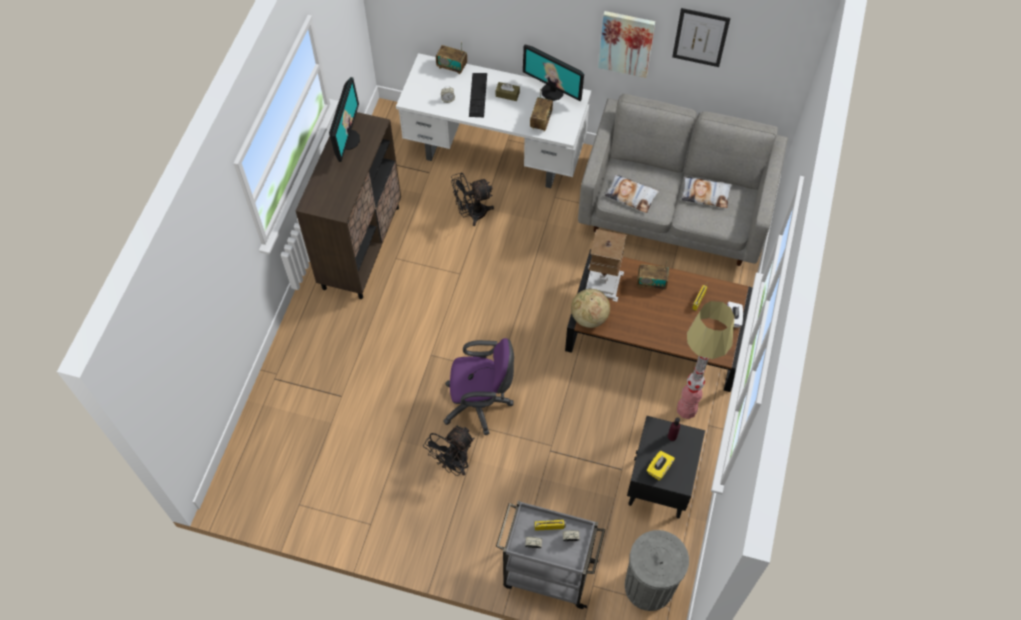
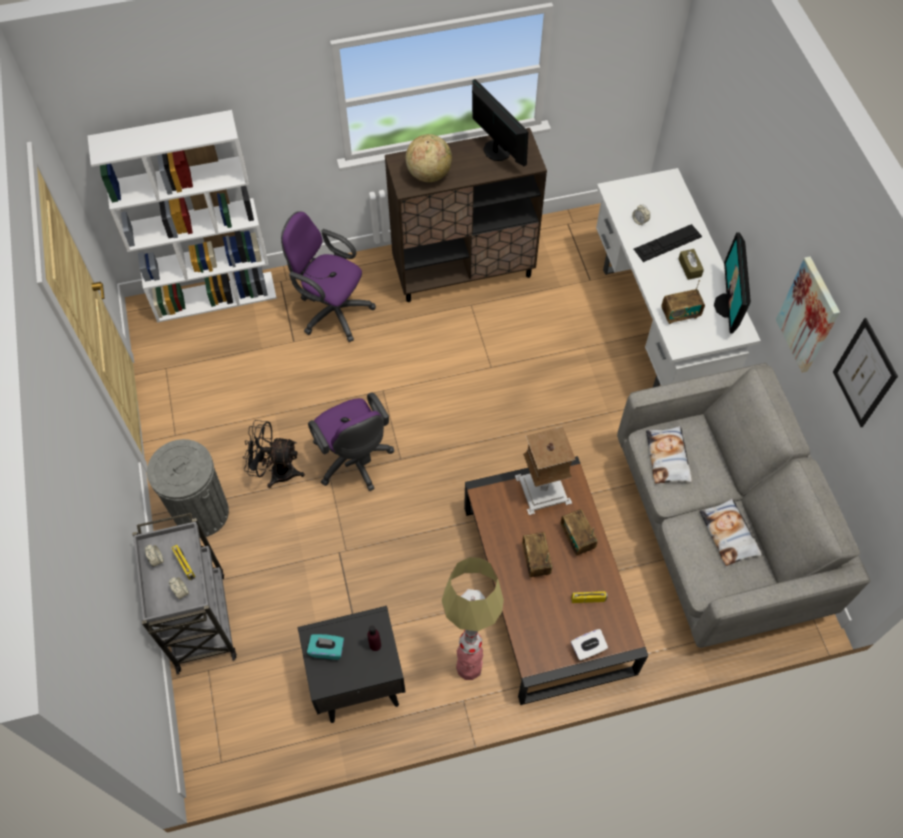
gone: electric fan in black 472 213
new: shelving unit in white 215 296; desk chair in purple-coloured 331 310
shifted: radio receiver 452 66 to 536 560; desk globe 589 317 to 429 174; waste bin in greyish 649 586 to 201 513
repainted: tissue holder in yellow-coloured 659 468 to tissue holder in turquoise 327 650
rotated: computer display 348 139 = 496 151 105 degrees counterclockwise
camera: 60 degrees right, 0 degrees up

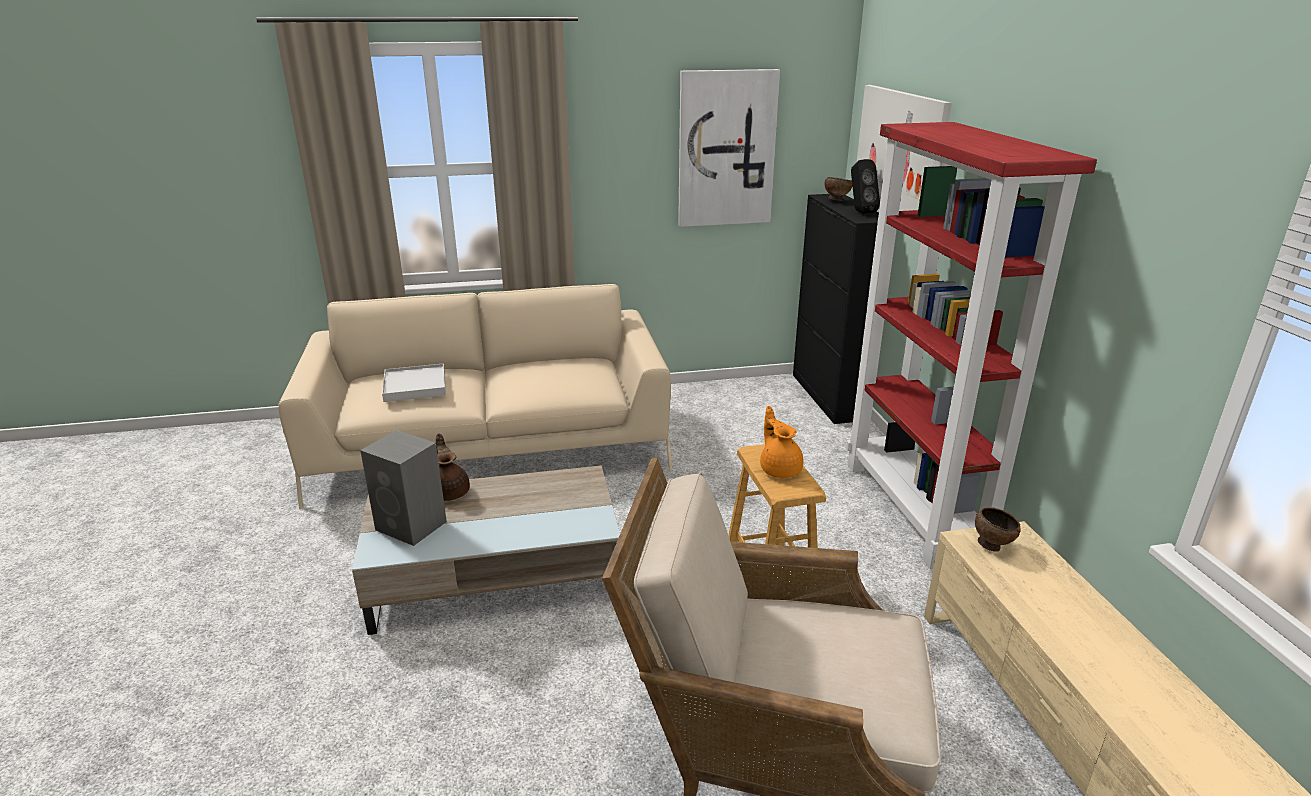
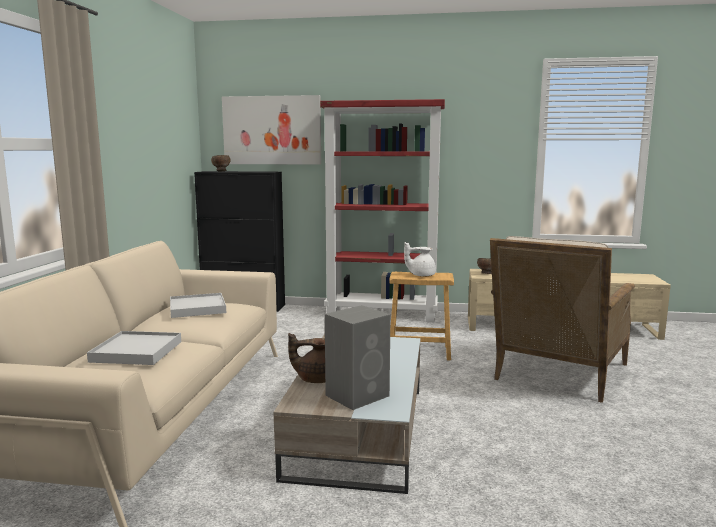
gone: picture 726 149; audio speaker in black 860 212
new: carrying tray in white 197 308
repainted: pot for tea in orange-coloured 780 469 to pot for tea in white 421 275
camera: 70 degrees left, 15 degrees down

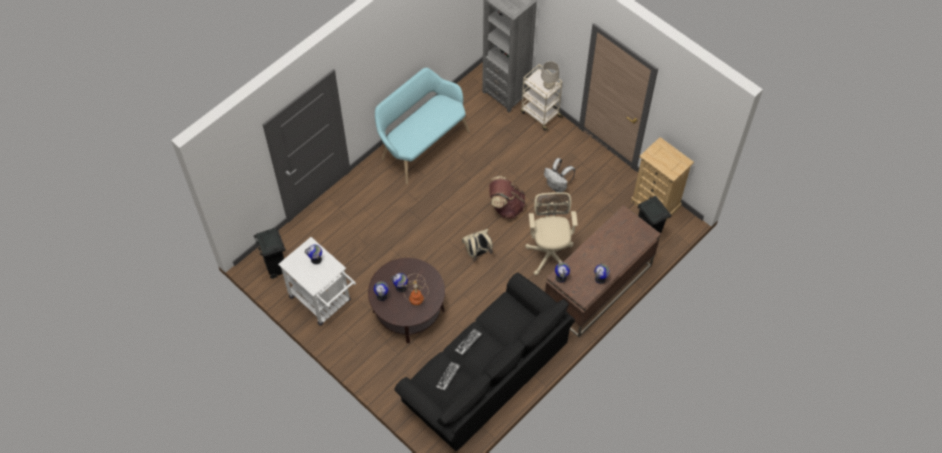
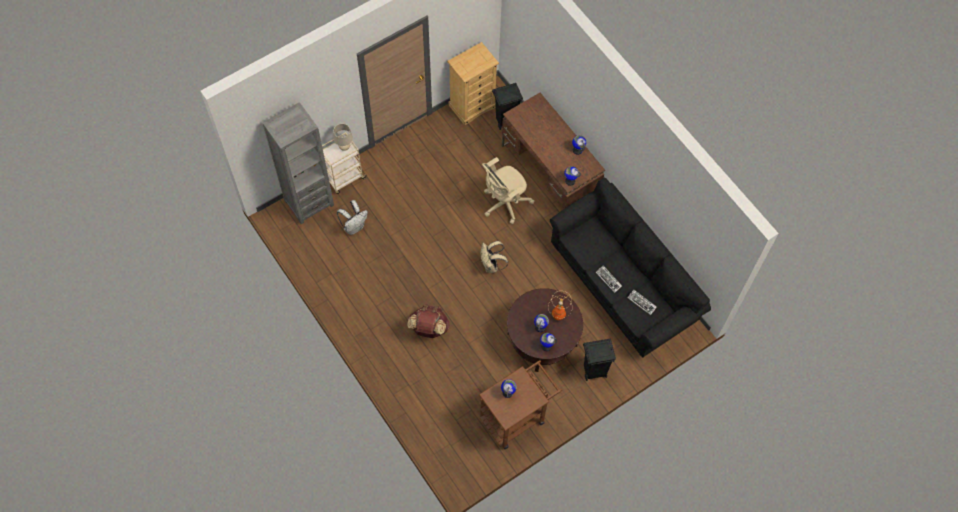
gone: indoor bench in turquoise 421 144
shifted: waste bin in black 276 267 to 593 371; rucksack in brown 506 206 to 429 328; rucksack in white 558 186 to 354 227
repainted: cart in white 323 301 to cart in brown 517 416
rotated: desk chair in beige 549 252 = 504 204 45 degrees counterclockwise
camera: 80 degrees left, 5 degrees up

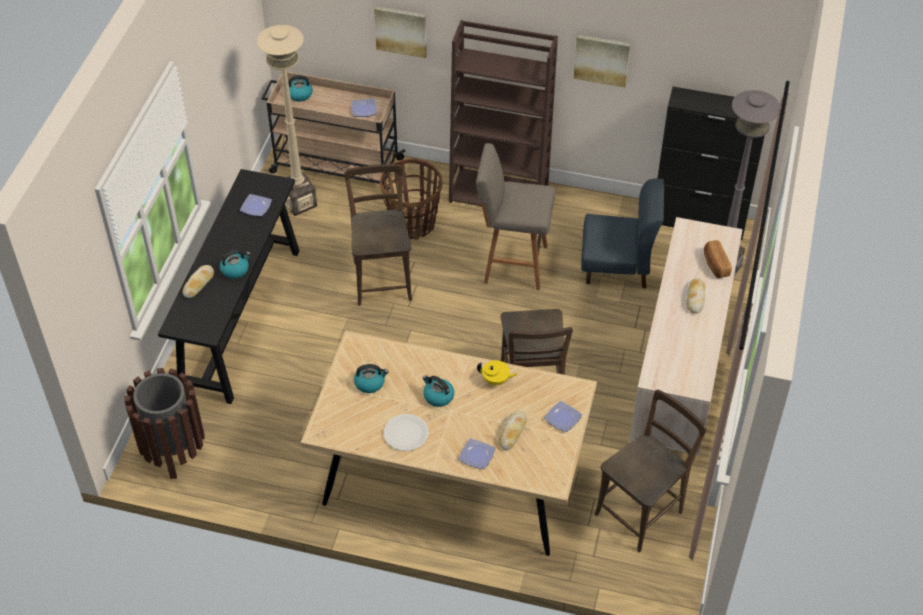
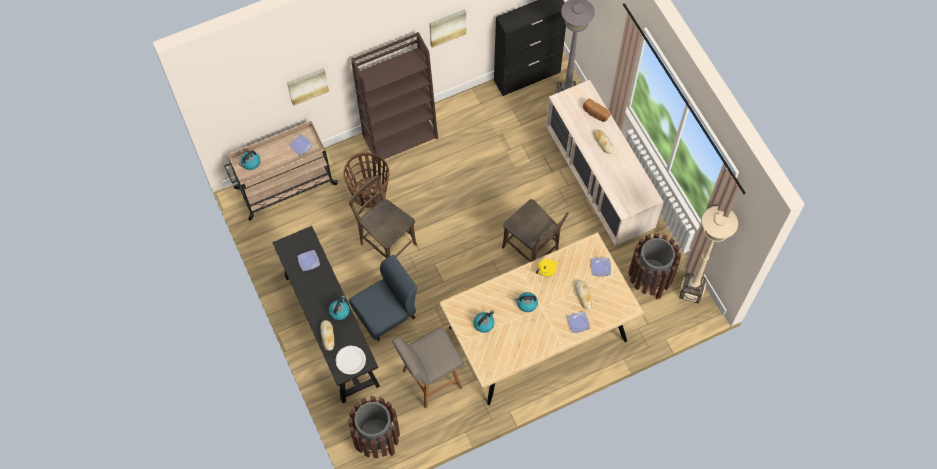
shifted: floor lamp in beige 299 203 to 690 291; plate in white 406 433 to 350 360; stool in greyish 512 264 to 430 380; plain chair in blue 617 266 to 386 314
swapped: plain chair in brown 642 510 to waste bin in brown 649 279
camera: 40 degrees left, 15 degrees up

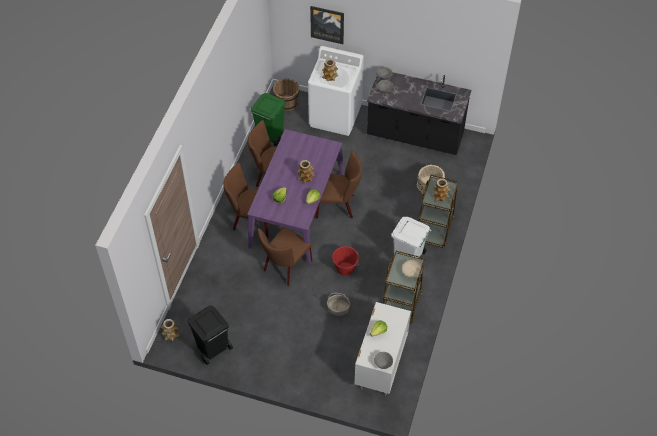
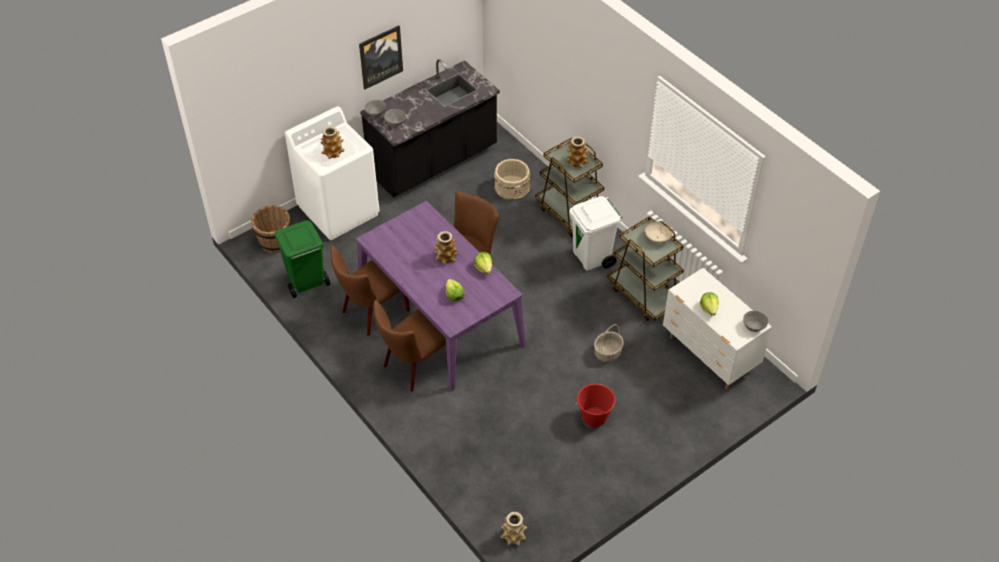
gone: waste bin in black 212 349; plain chair in brown 285 267
shifted: picture 327 24 to 380 56; water bucket in reddish 345 269 to 594 417
camera: 55 degrees left, 5 degrees down

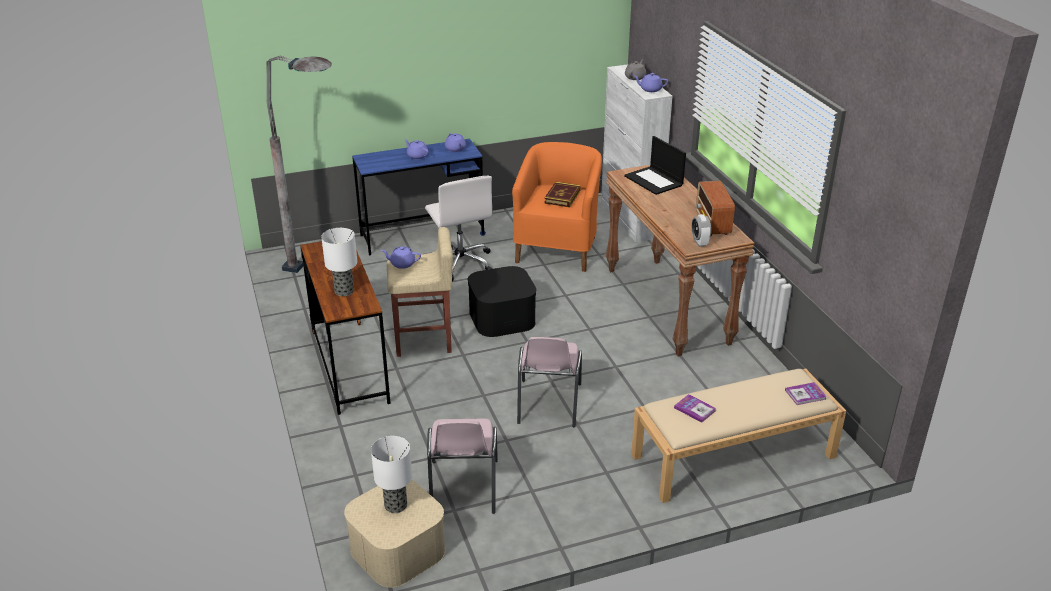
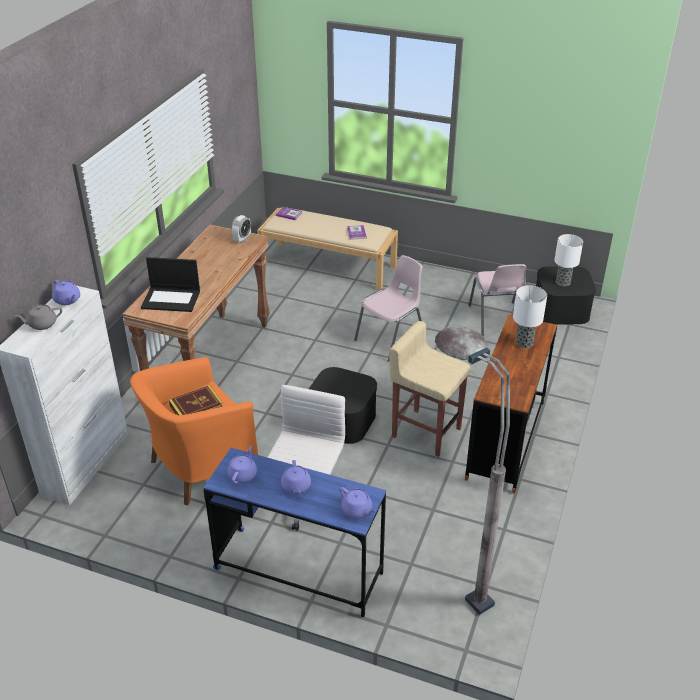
gone: radio receiver 712 224
shifted: pot for tea in purple-coloured 402 264 to 357 510
repainted: storage bin in beige 397 550 to storage bin in black 561 309
rotated: plain chair in pink-coloured 463 488 = 497 320 135 degrees clockwise; laptop 654 181 = 172 299 90 degrees clockwise
camera: 140 degrees left, 5 degrees up

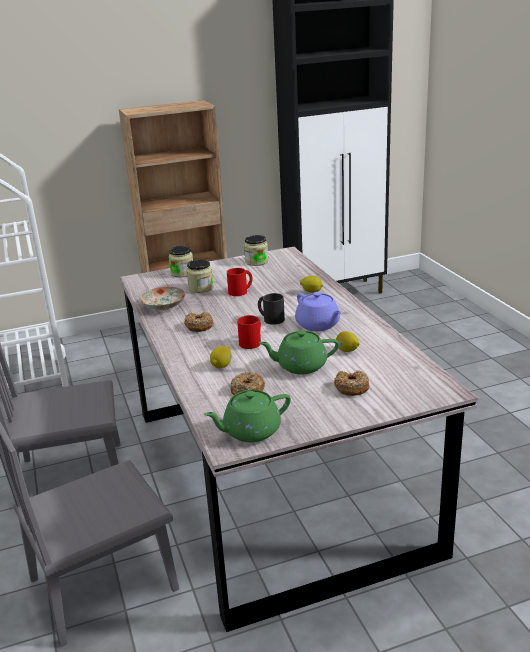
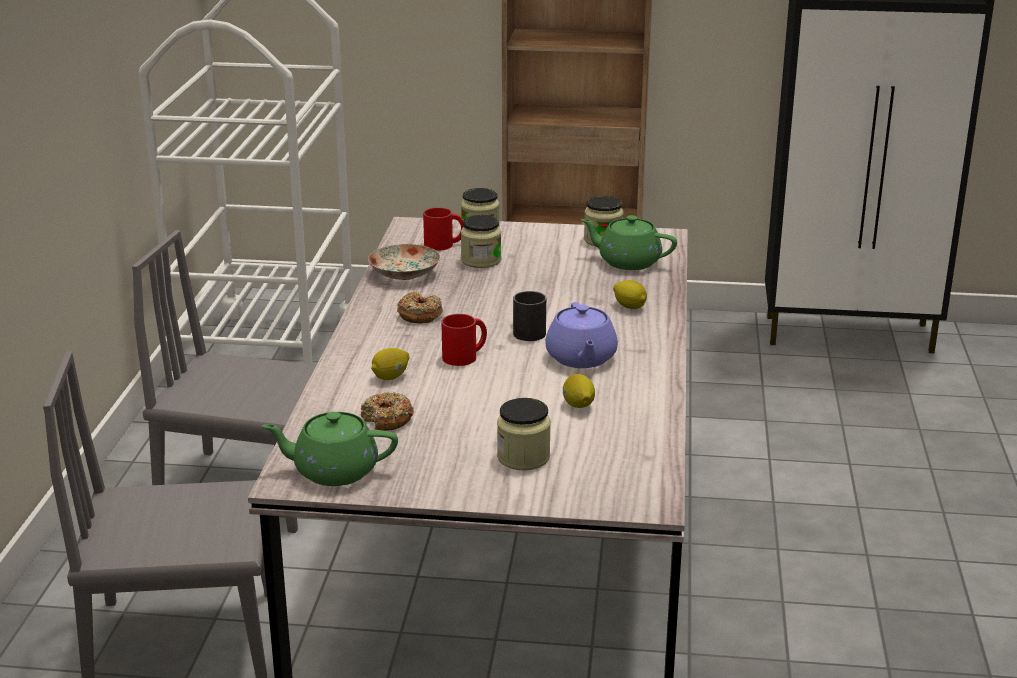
shifted: mug in reddish 241 291 to 444 244; pot for tea in green-coloured 300 366 to 628 262
swapped: ring doughnut 351 388 to preserve jar 523 457
camera: 25 degrees right, 0 degrees up

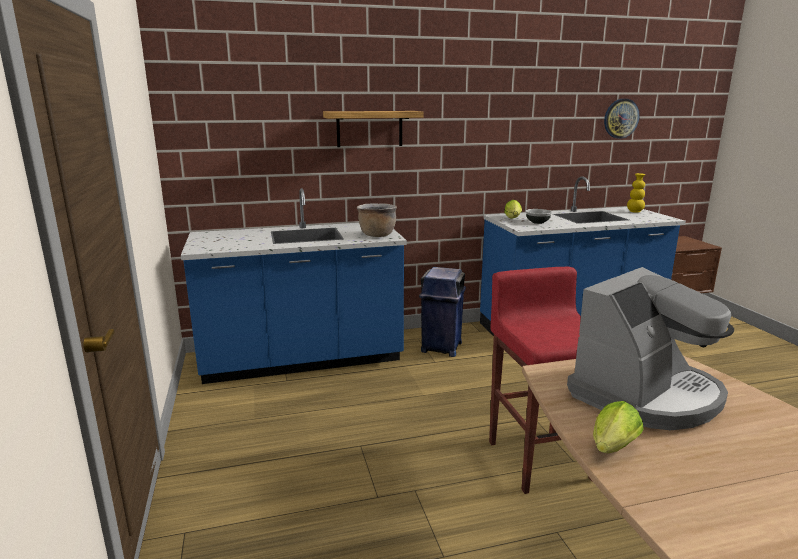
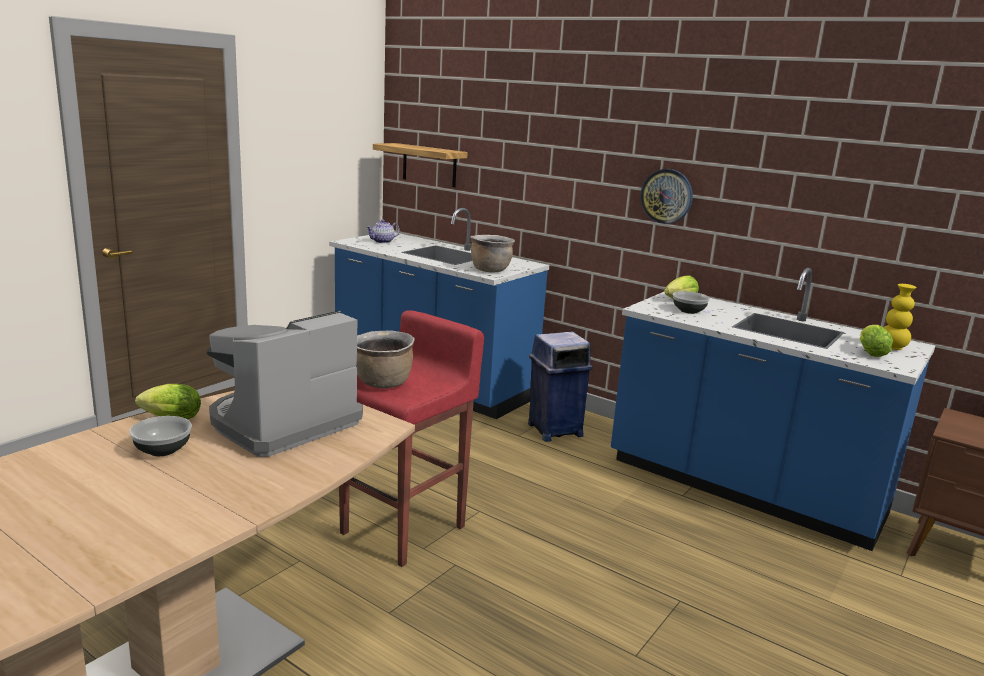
new: serving bowl 163 450; stockpot in brown 382 383; pot for tea 382 241; lettuce 870 352
shifted: wall shelf 369 128 to 429 165; hanging clock 621 118 to 666 196
rotated: coffee machine 646 395 = 282 424 120 degrees clockwise
camera: 50 degrees right, 0 degrees up

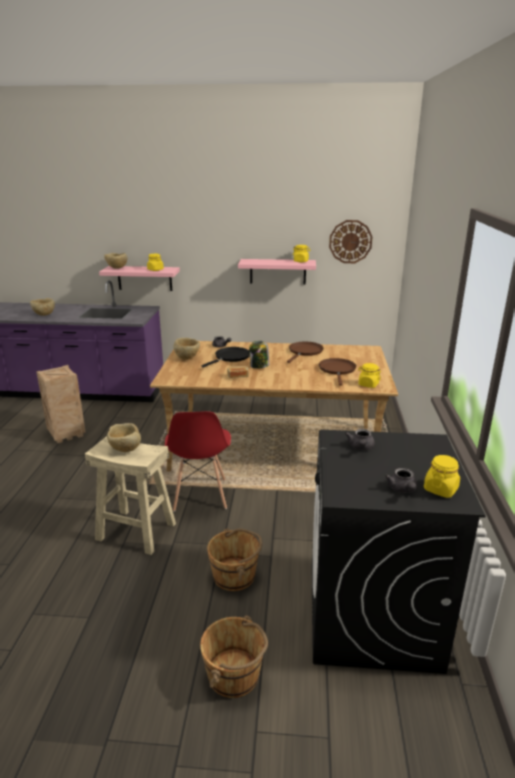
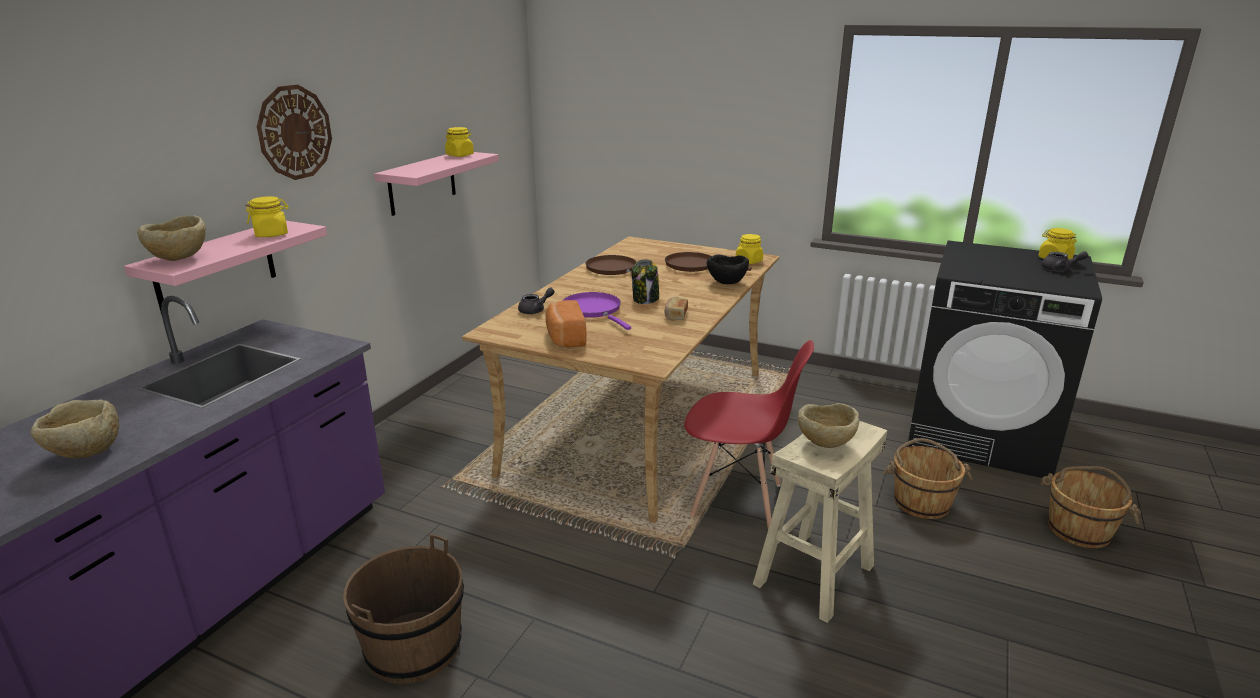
gone: pot for tea in greyish 360 447
new: serving bowl in black 726 284
shifted: hanging clock 350 241 to 294 132
swapped: crate 66 435 to water bucket in brown 414 648; serving bowl in beige 187 358 to bakery bread 565 338
repainted: skillet in black 230 357 to skillet in purple-coloured 594 310
camera: 70 degrees left, 0 degrees up

